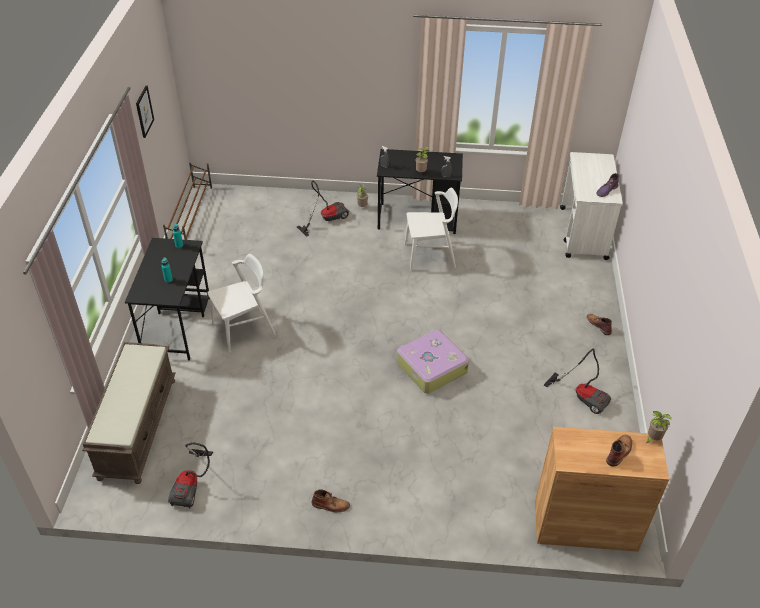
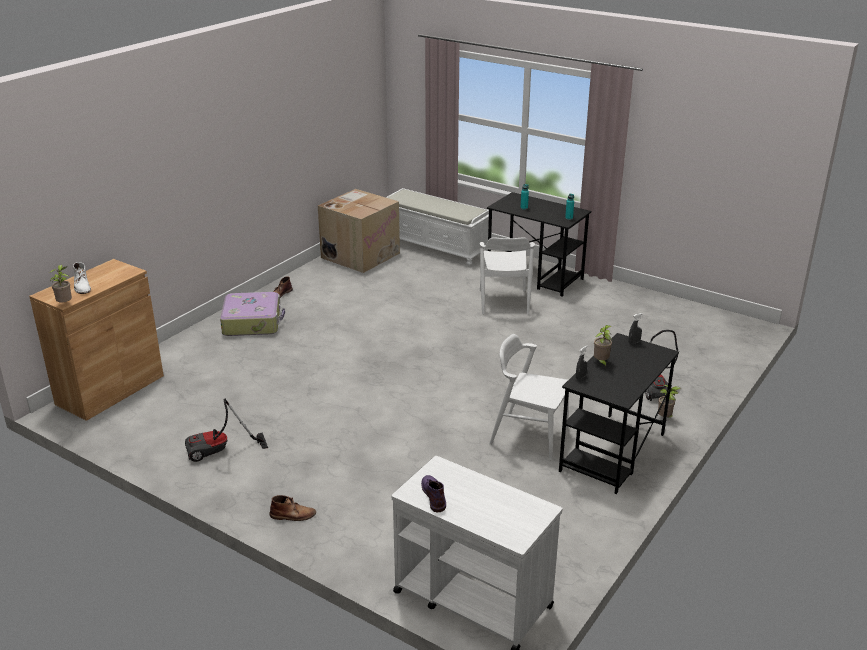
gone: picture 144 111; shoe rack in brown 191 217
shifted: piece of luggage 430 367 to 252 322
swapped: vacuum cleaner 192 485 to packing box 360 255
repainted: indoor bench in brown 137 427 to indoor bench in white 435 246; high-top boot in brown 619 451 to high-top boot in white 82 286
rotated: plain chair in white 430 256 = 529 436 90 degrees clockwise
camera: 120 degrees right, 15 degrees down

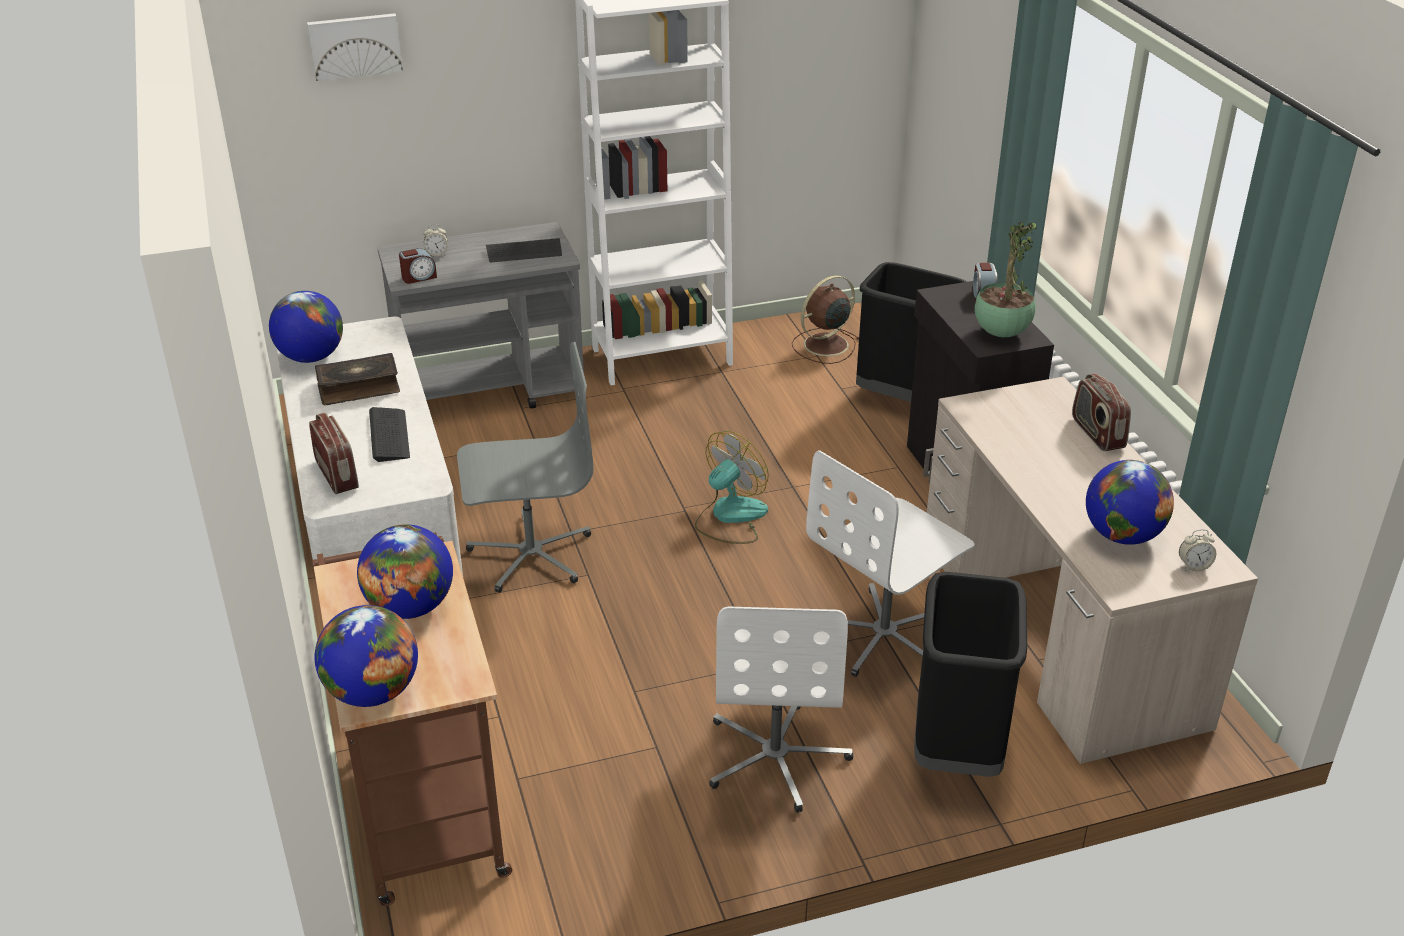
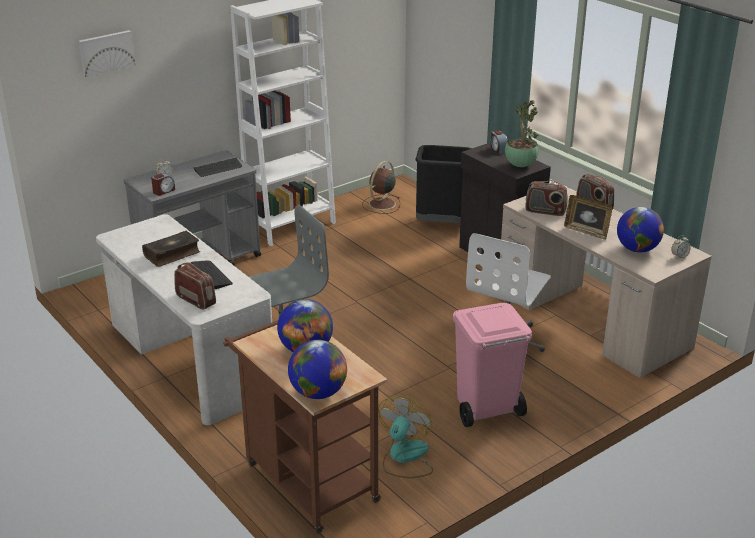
gone: desk globe 311 357; waste bin in black 958 749
new: radio receiver 545 211; picture frame 586 231
shifted: electric fan 730 517 to 405 458
swapped: desk chair in white 776 756 to waste bin in pink-coloured 486 410
camera: 20 degrees left, 5 degrees down

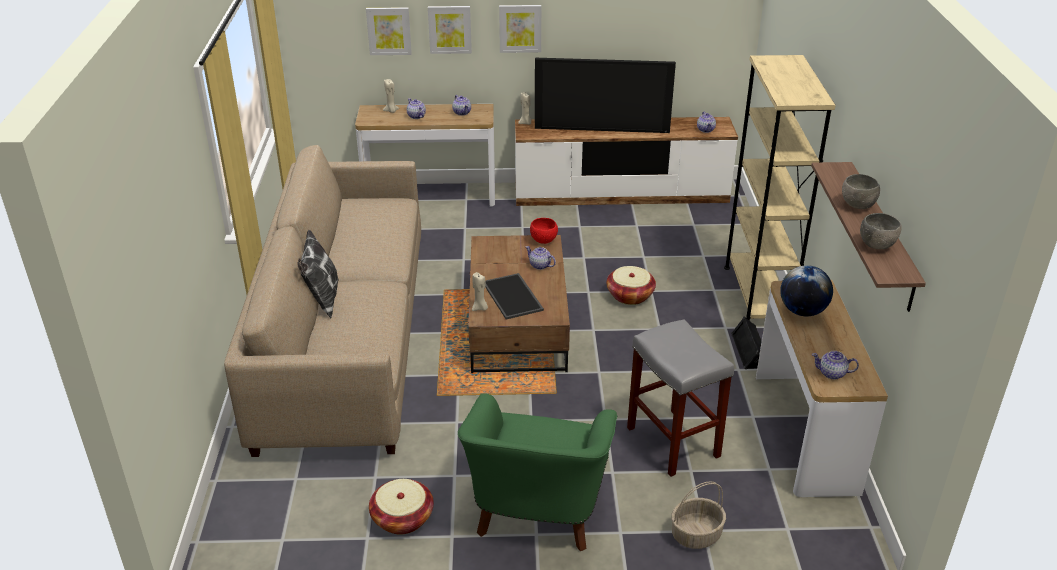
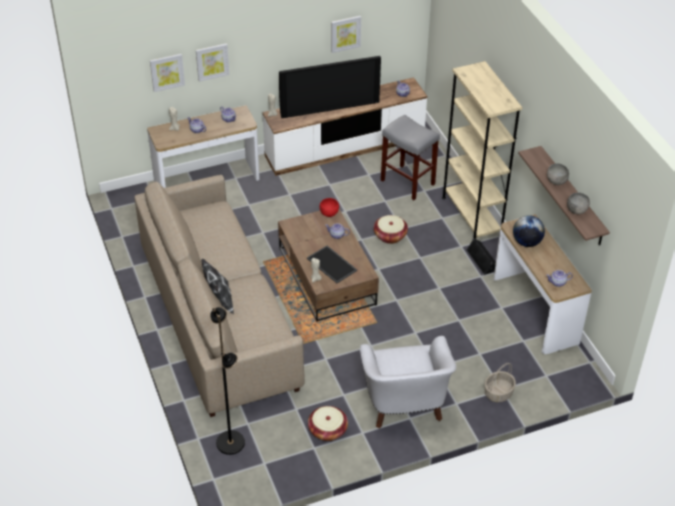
new: floor lamp in black 231 442
shifted: picture 520 28 to 345 33; stool in greyish 674 442 to 408 182
repainted: armchair in green-coloured 537 512 to armchair in white 404 404
camera: 20 degrees left, 10 degrees up

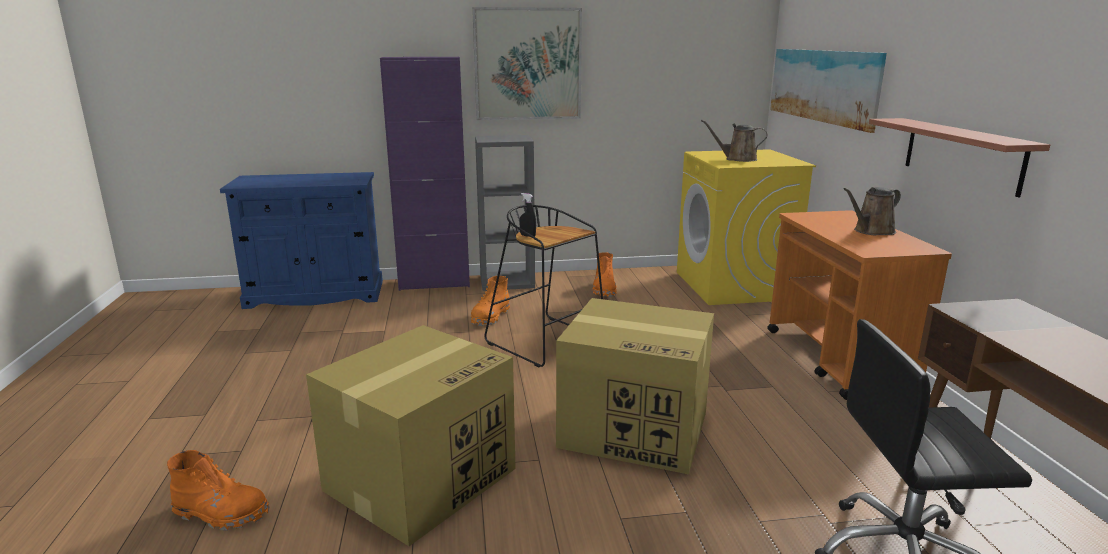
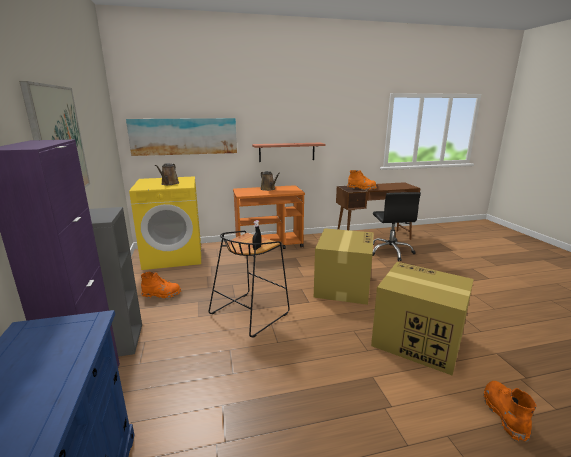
shifted: high-top boot in orange-coloured 490 317 to 361 188
camera: 95 degrees left, 0 degrees up

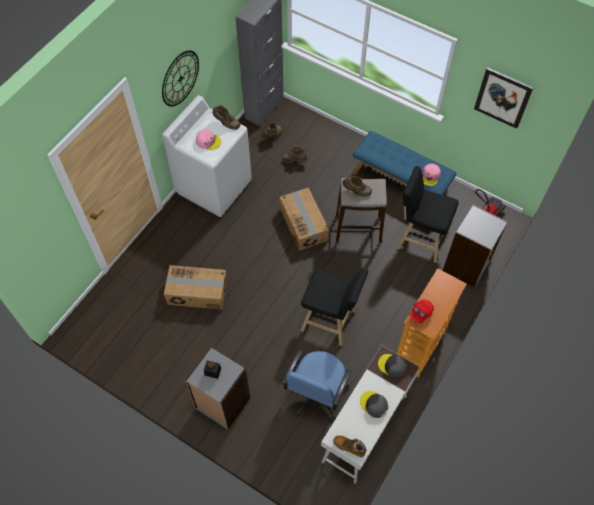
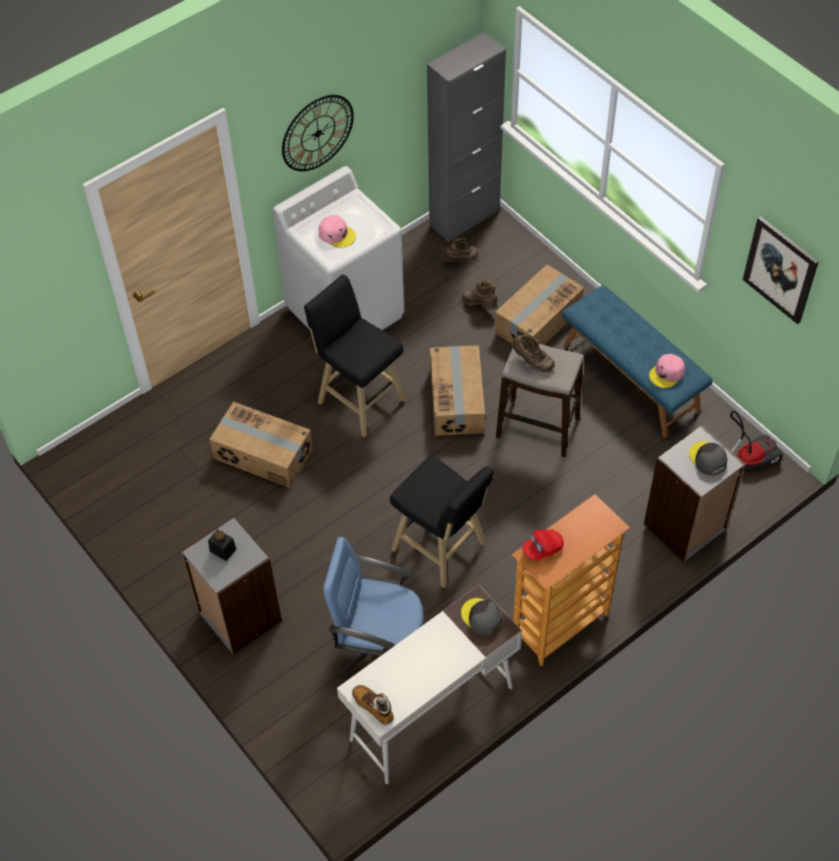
gone: high-top boot in brown 226 123
new: packing box 537 320
shifted: peaked cap in greyish 373 404 to 707 459; stool in black 420 239 to 359 398
rotated: desk chair in blue 316 394 = 379 643 60 degrees clockwise
camera: 20 degrees right, 5 degrees down

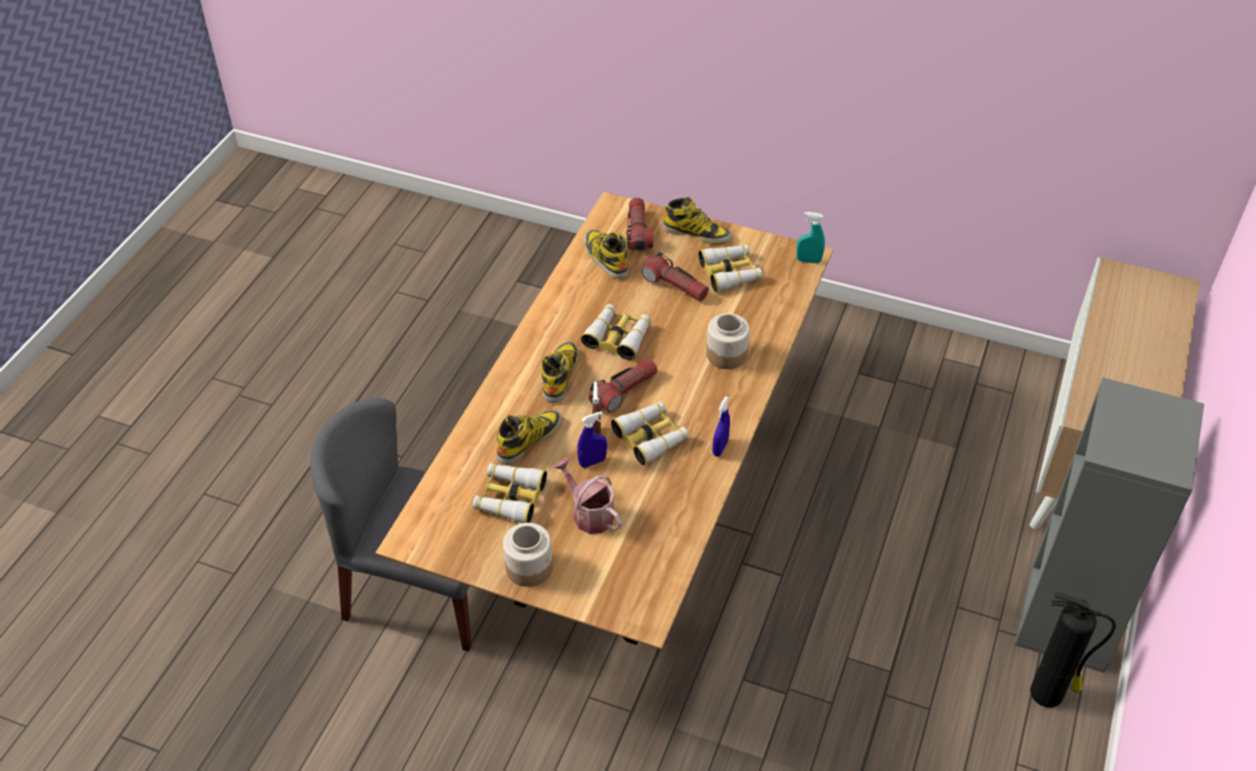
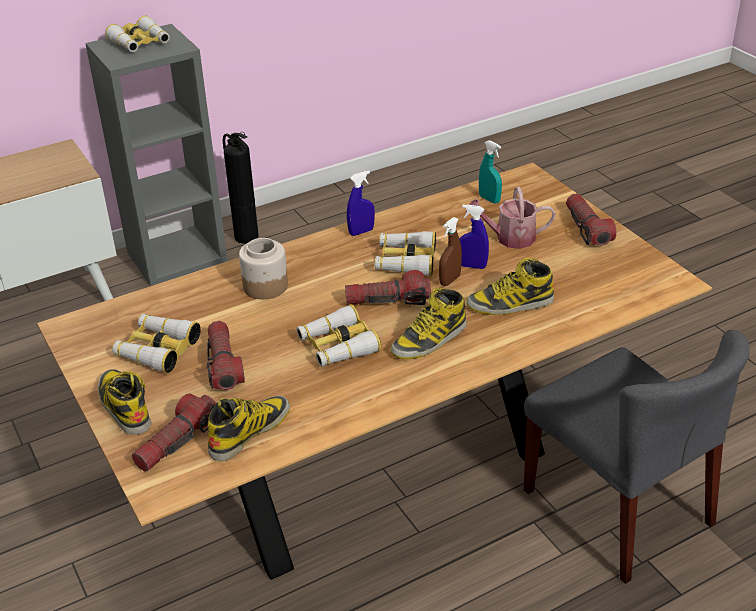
shifted: pair of binoculars 510 498 to 140 43; sprayer in turquoise 808 260 to 489 199
swapped: preserve jar 529 567 to hand torch 587 228
rotated: watering can 589 513 = 509 238 90 degrees clockwise; high-top boot 605 258 = 249 431 150 degrees counterclockwise
camera: 140 degrees left, 10 degrees down

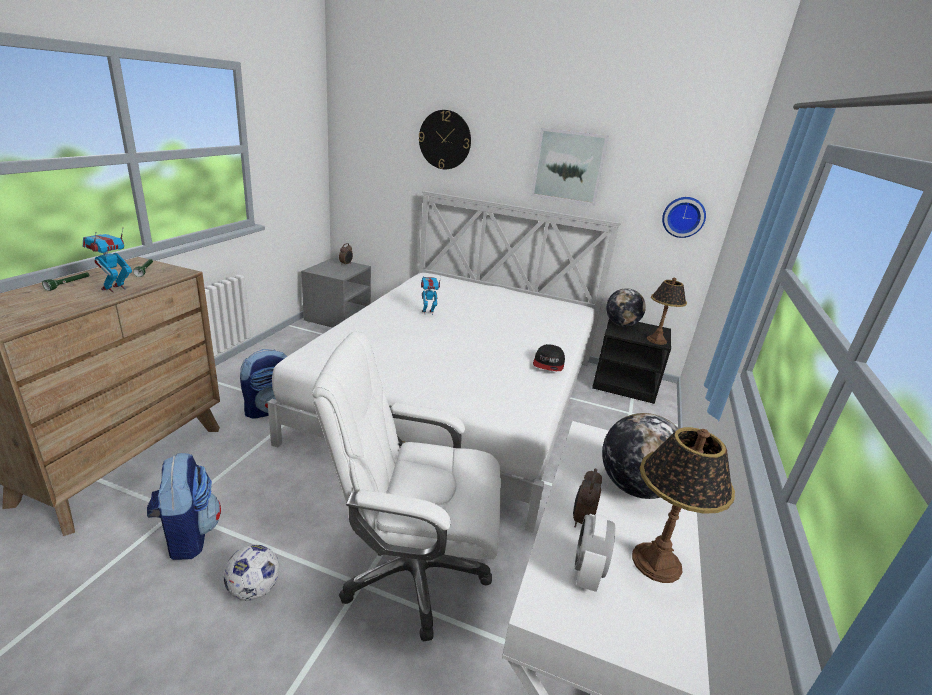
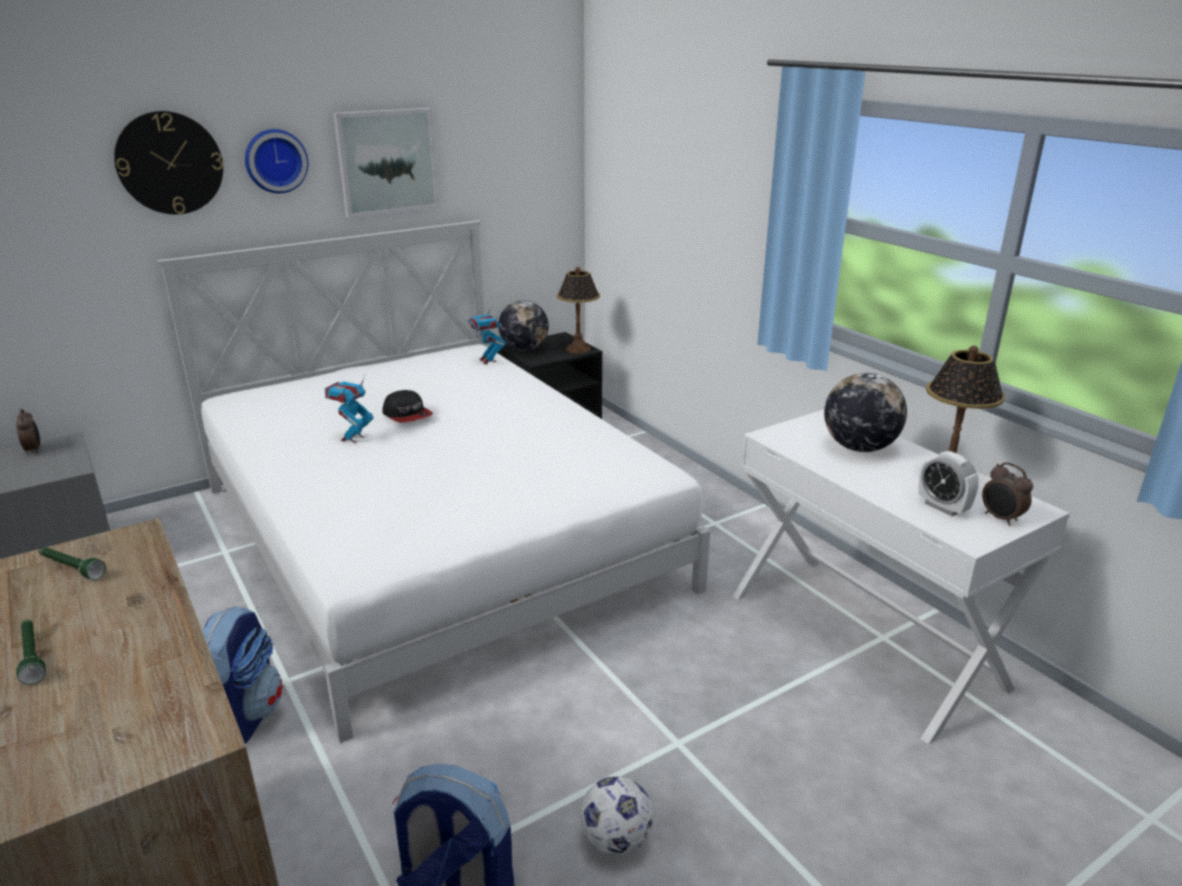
gone: desk chair in white 412 571
shifted: toy robot 114 289 to 488 361; peaked cap 548 364 to 407 415; bedside clock 581 520 to 1000 518; hanging clock 683 216 to 275 160
camera: 50 degrees left, 0 degrees up

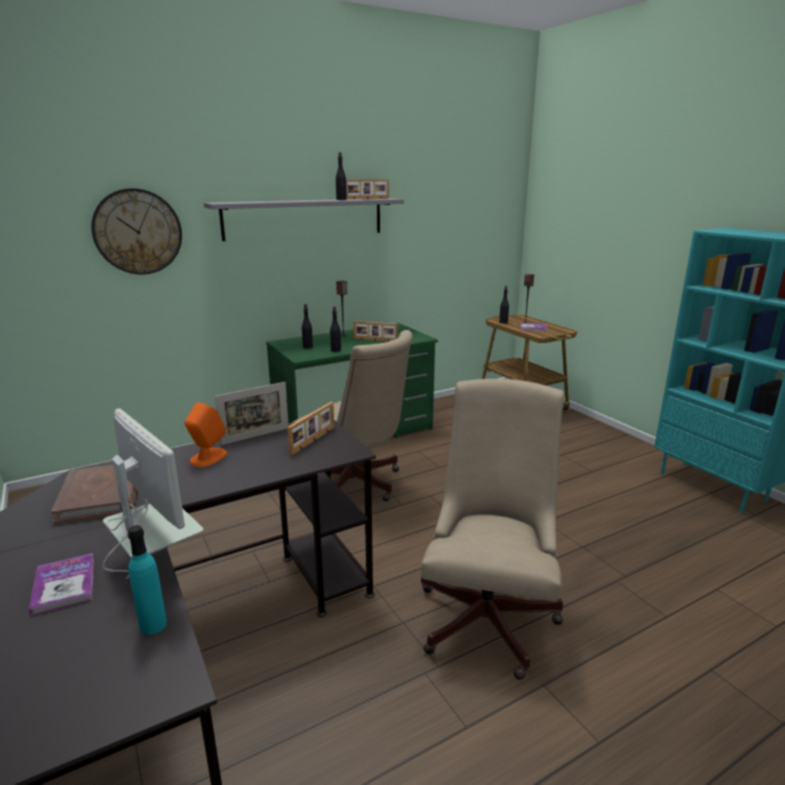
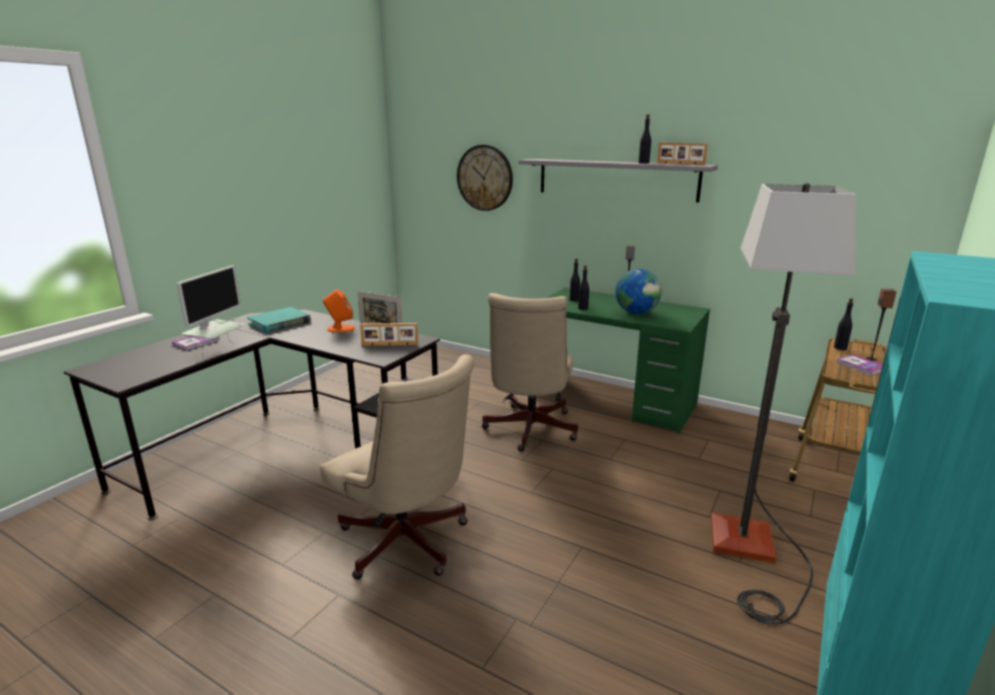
gone: bottle in turquoise 153 625
new: floor lamp 750 554
swapped: picture frame 375 340 to desk globe 636 313
repainted: bound book in brown 102 496 to bound book in turquoise 280 323
rotated: desk chair in beige 489 614 = 407 545 60 degrees clockwise
camera: 60 degrees right, 0 degrees up

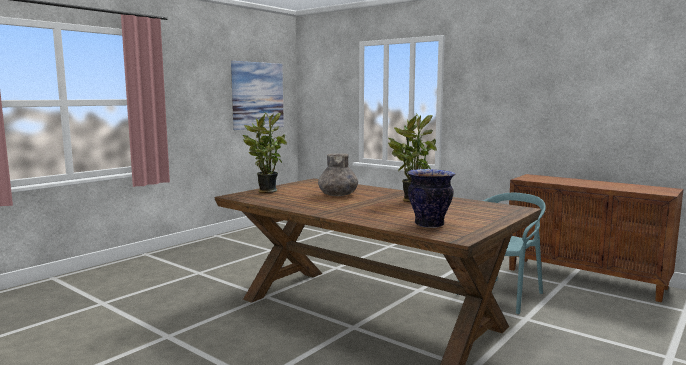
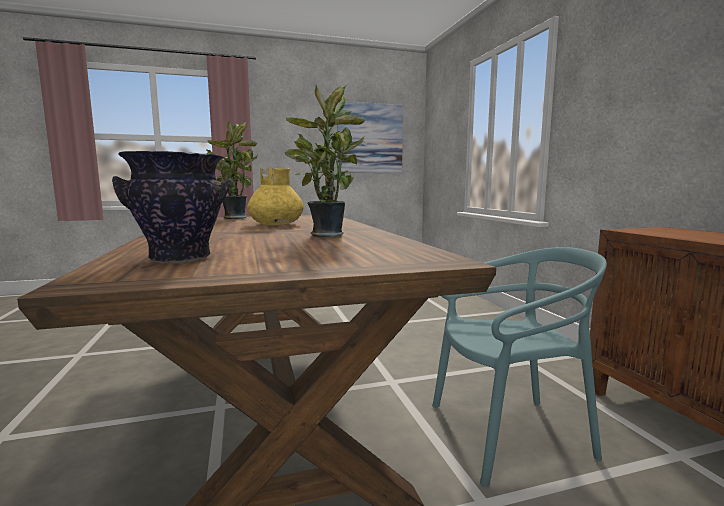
repainted: vase in greyish 338 195 to vase in yellow-coloured 276 224
camera: 35 degrees right, 0 degrees up

